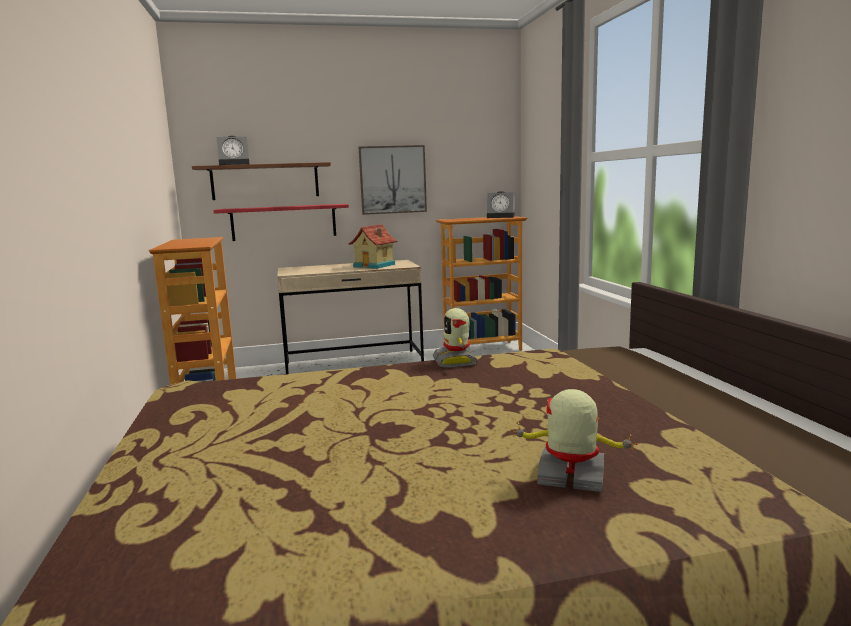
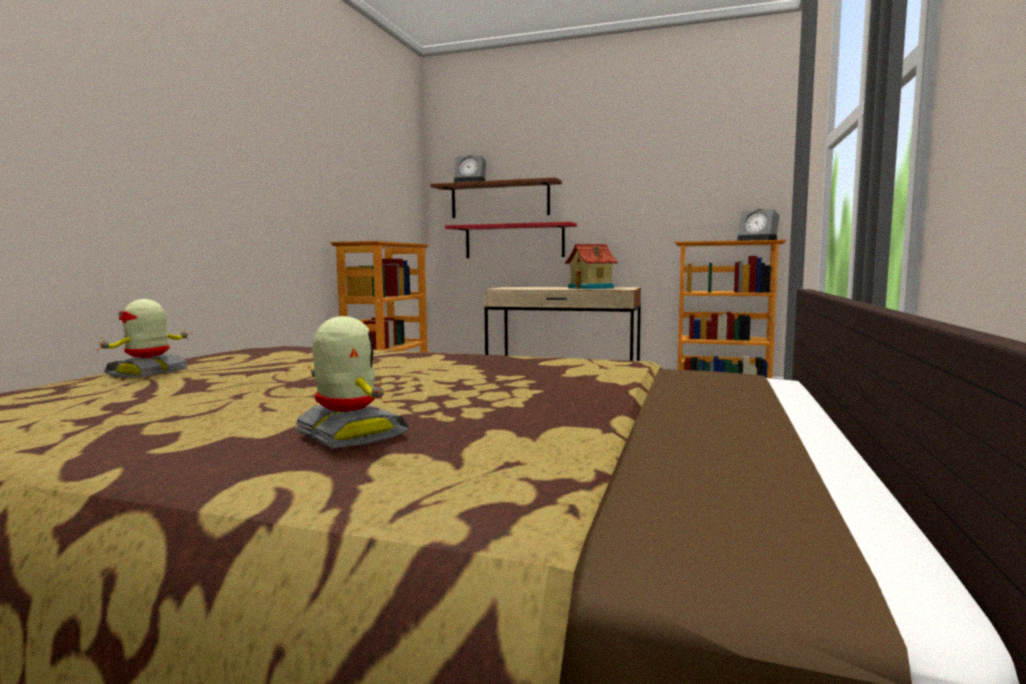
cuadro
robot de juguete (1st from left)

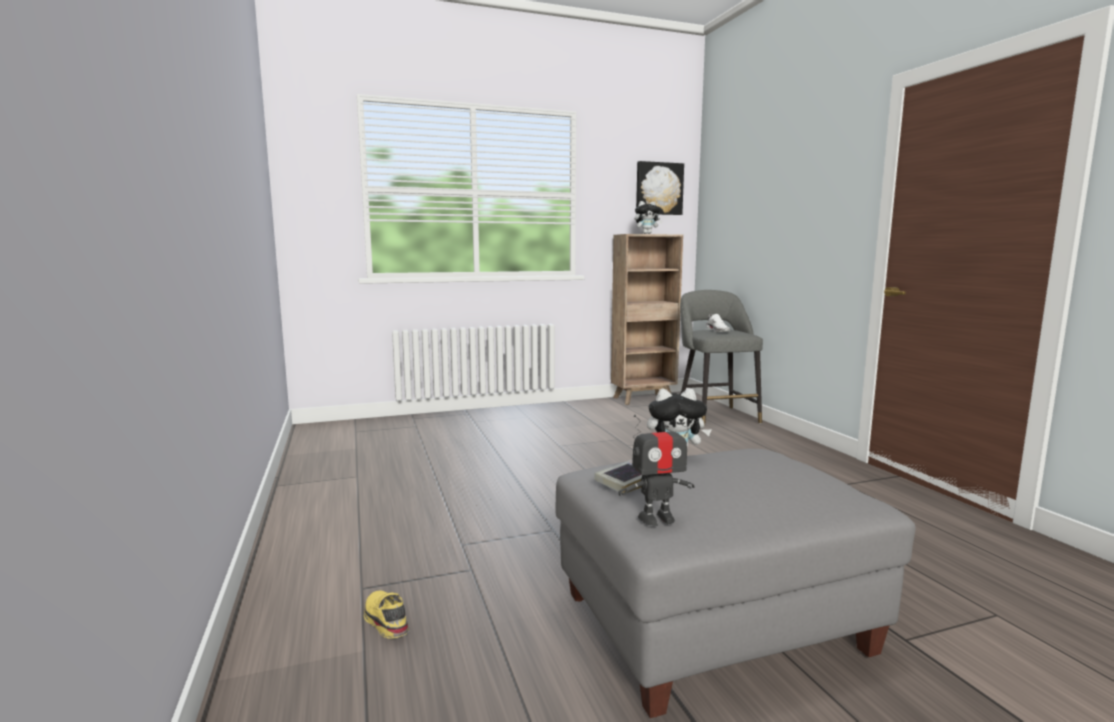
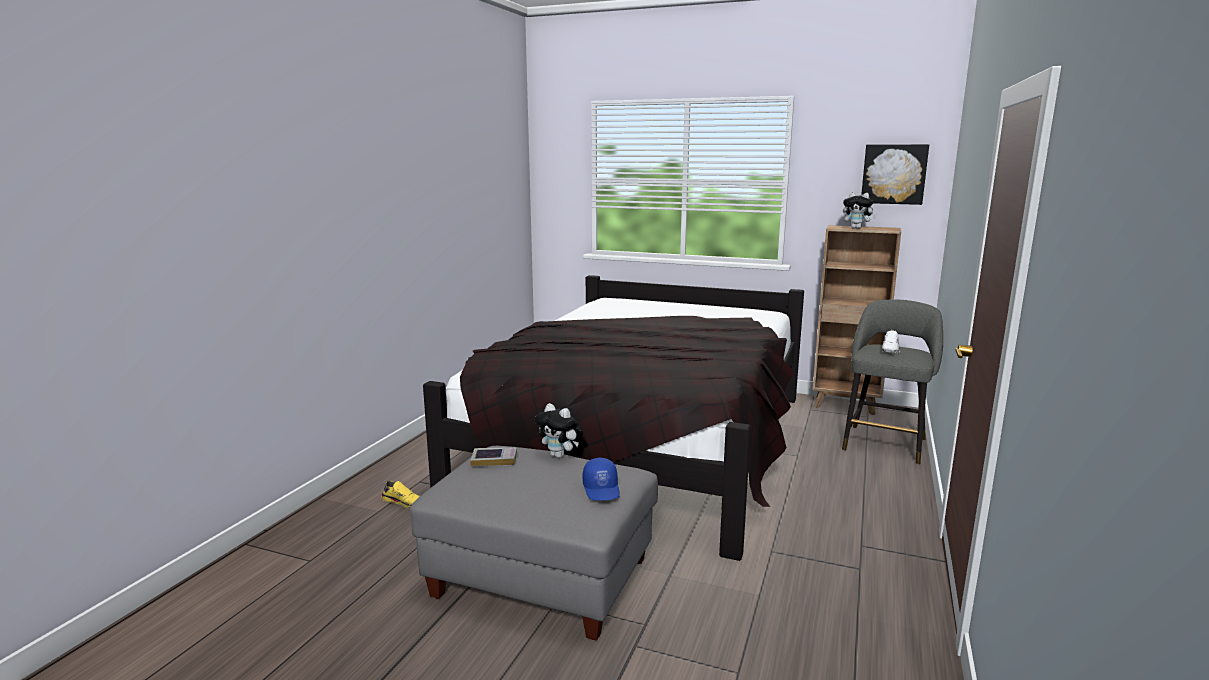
zapato (amarillo)
robot de juguete
cama (negro)
gorra (azul)

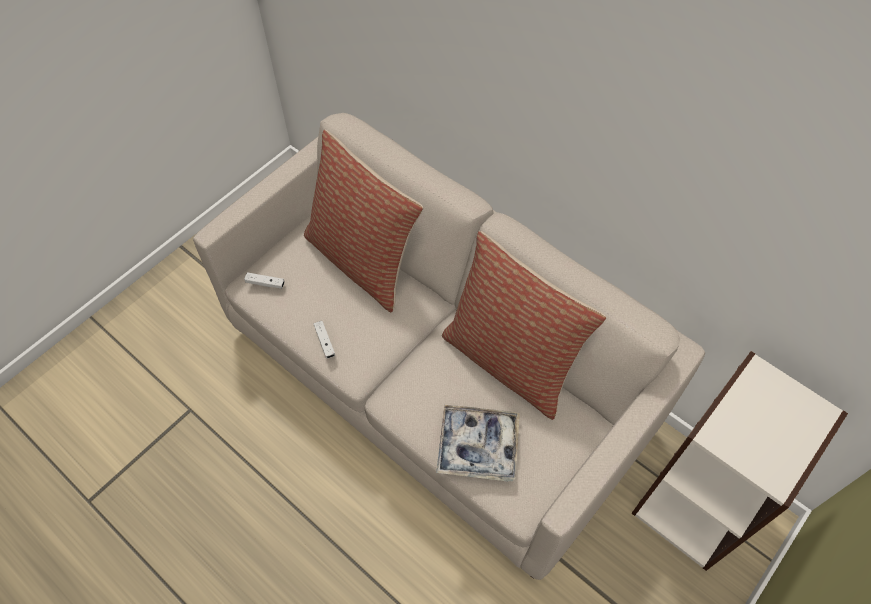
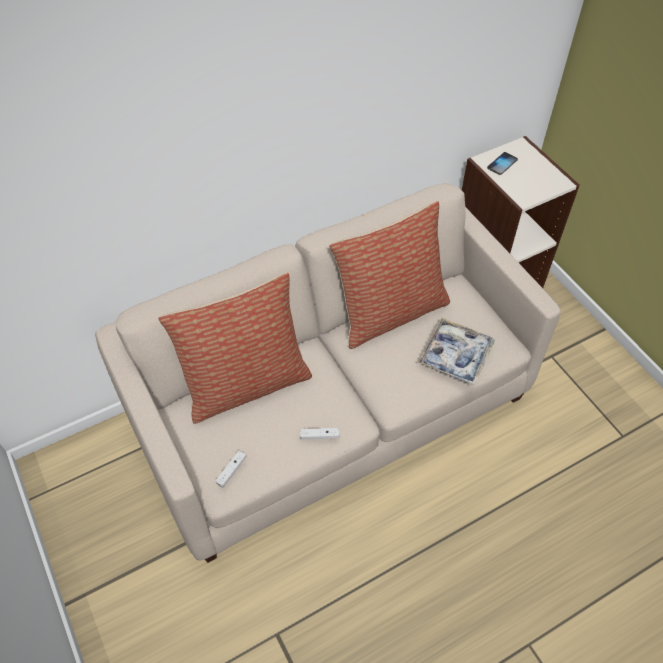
móvil

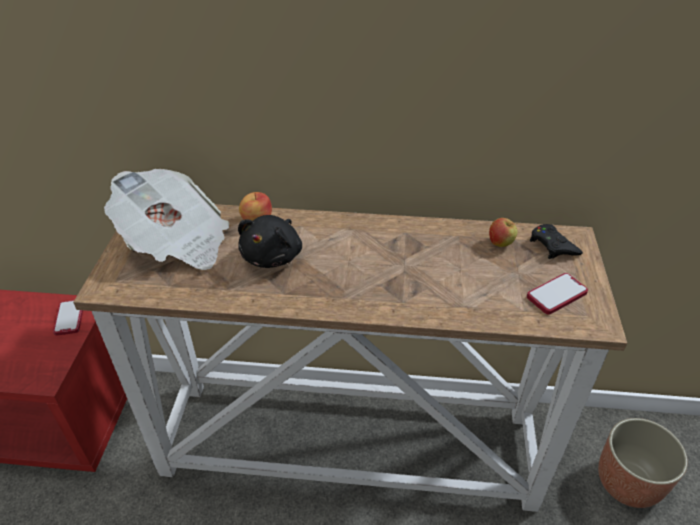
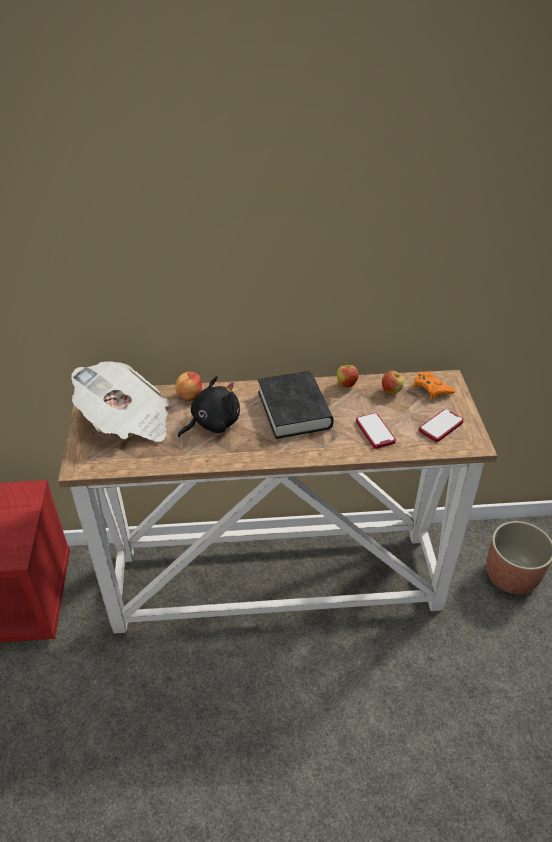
móvil (1st from left)
peluche (negro)
mando de consola (naranja)
libro (negro)
manzana (2nd from left)

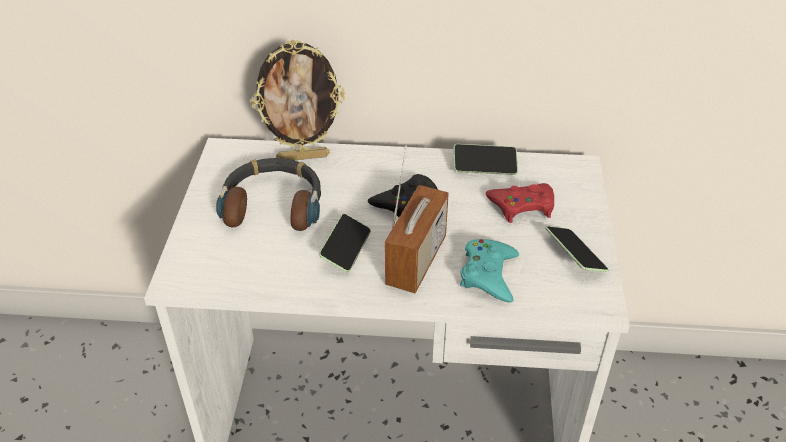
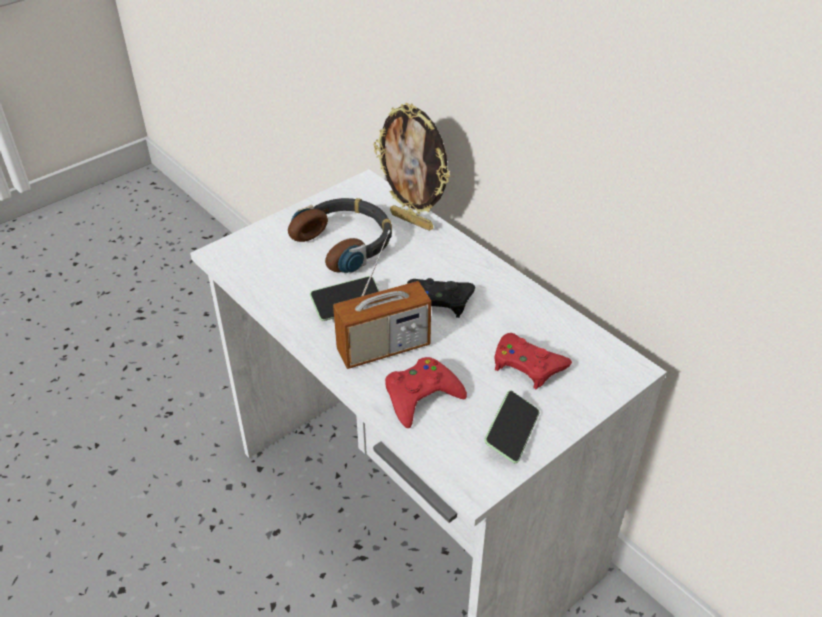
móvil (2nd from left in the first image)
mando de consola (rojo) (1st from left)

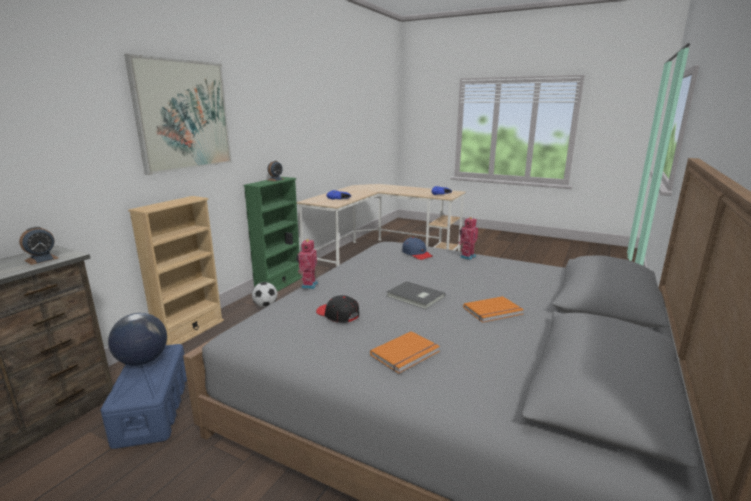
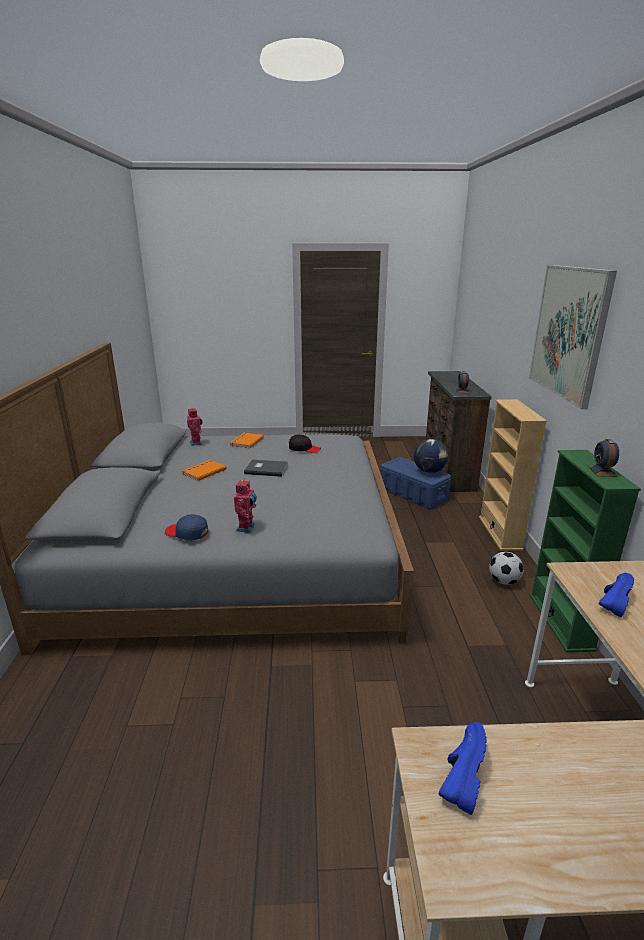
robot de juguete (1st from left)
gorra (azul)

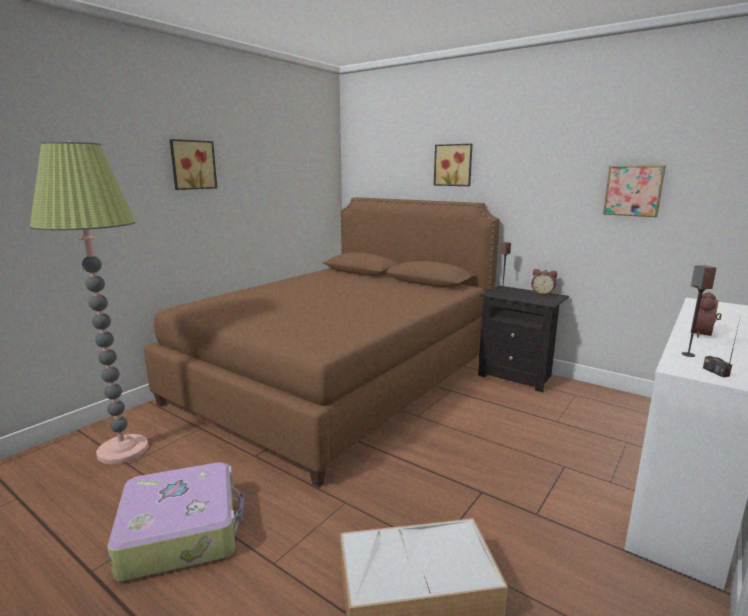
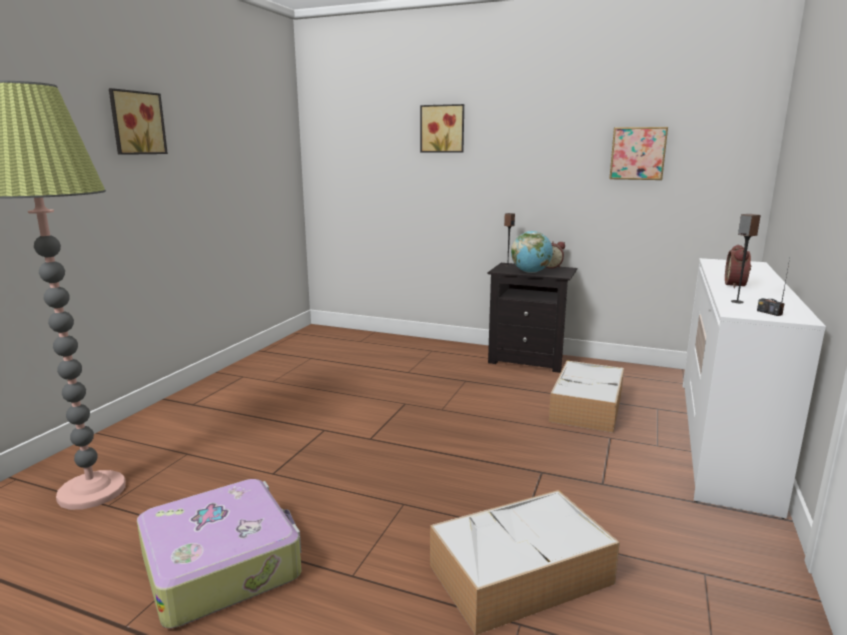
cama (marrón)
globo terráqueo
caja de almacenaje (2nd from left)

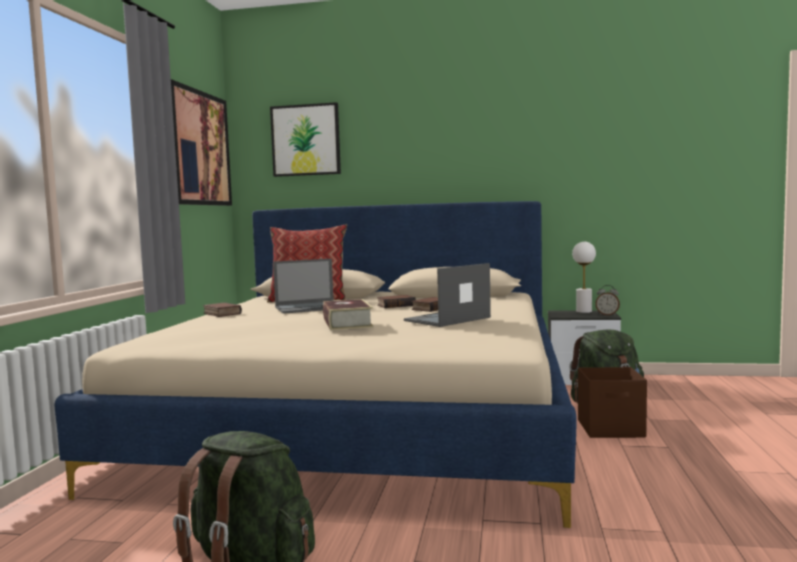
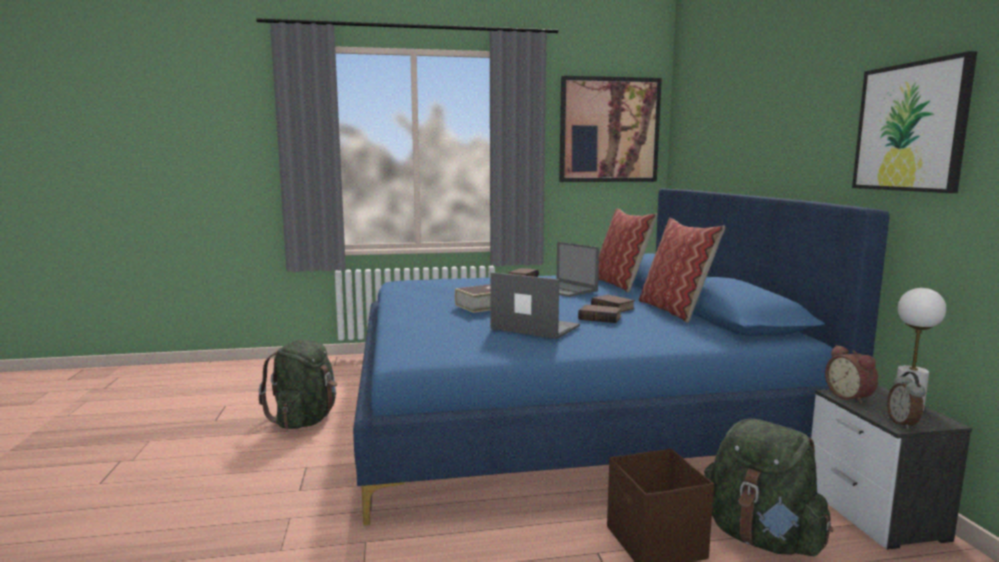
cama (azul)
cuadro (2nd from left)
cojín (2nd from left)
despertador (1st from left)

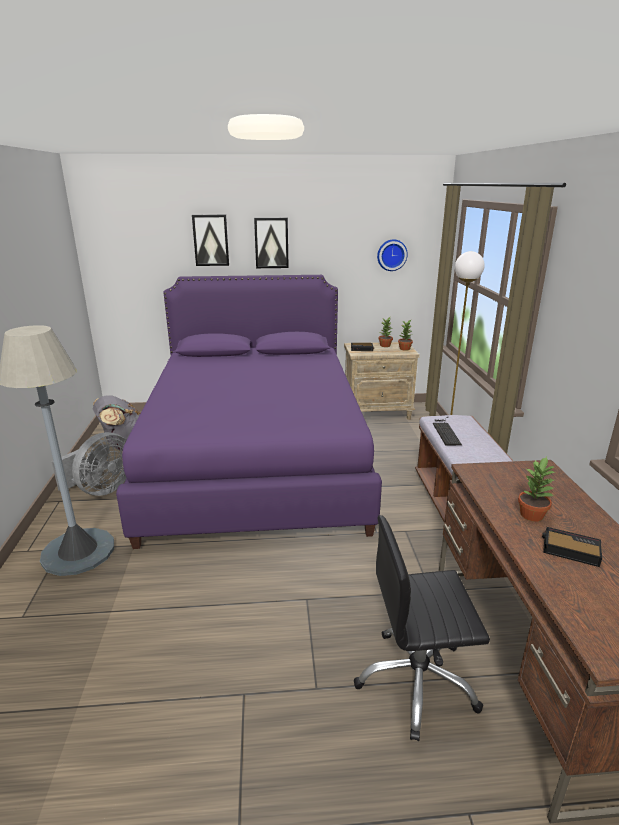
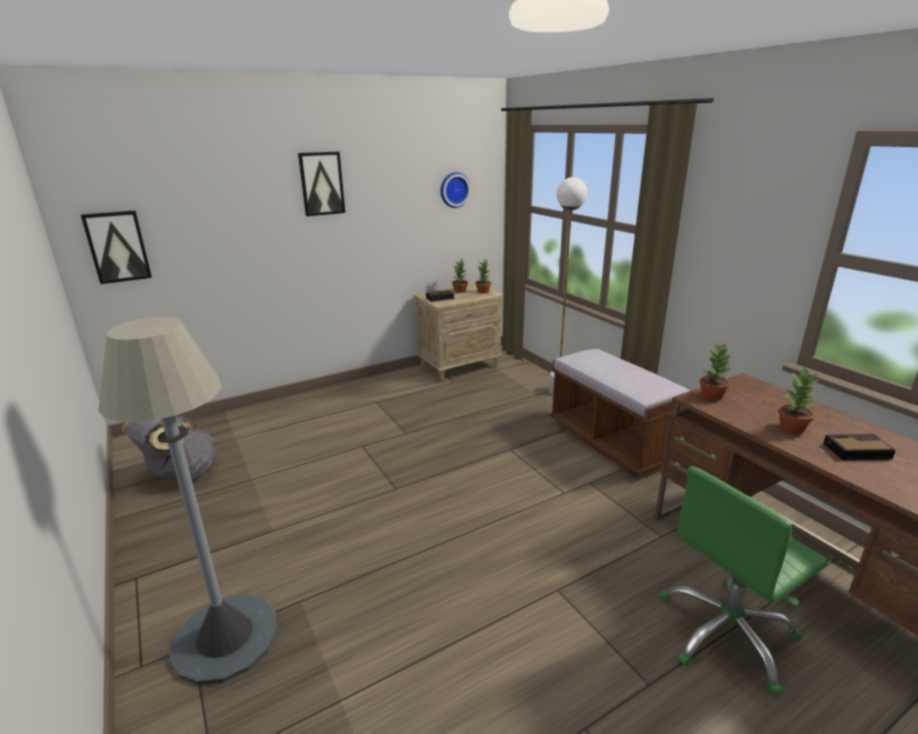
ventilador (gris)
cama (morado)
cuadro (1st from left)
silla de oficina (verde)
teclado
planta en maceta (3rd from left)

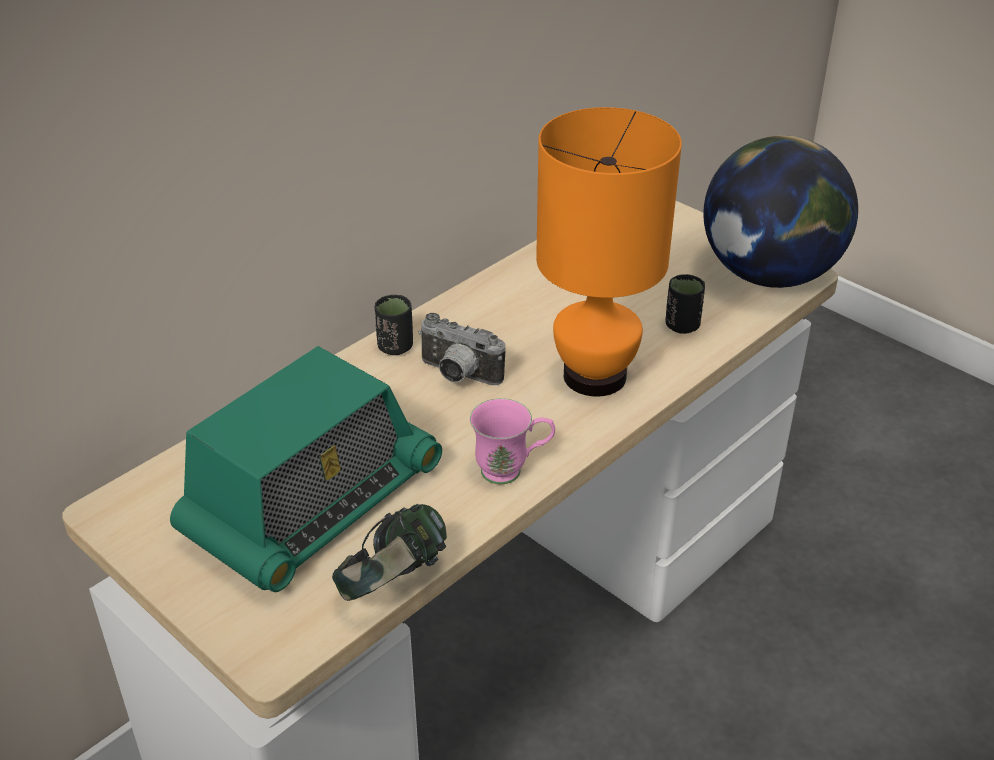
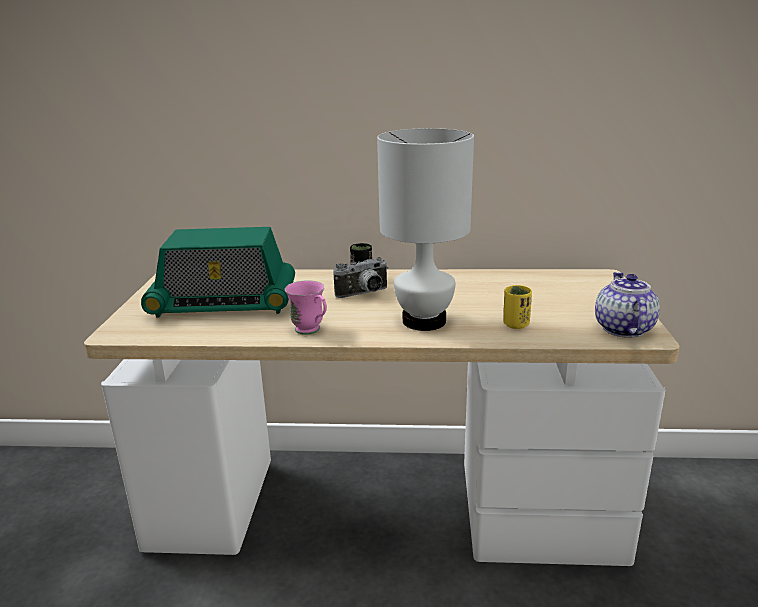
auriculares
cámara
lámpara de mesa (blanco)
taza (amarillo)
tetera

